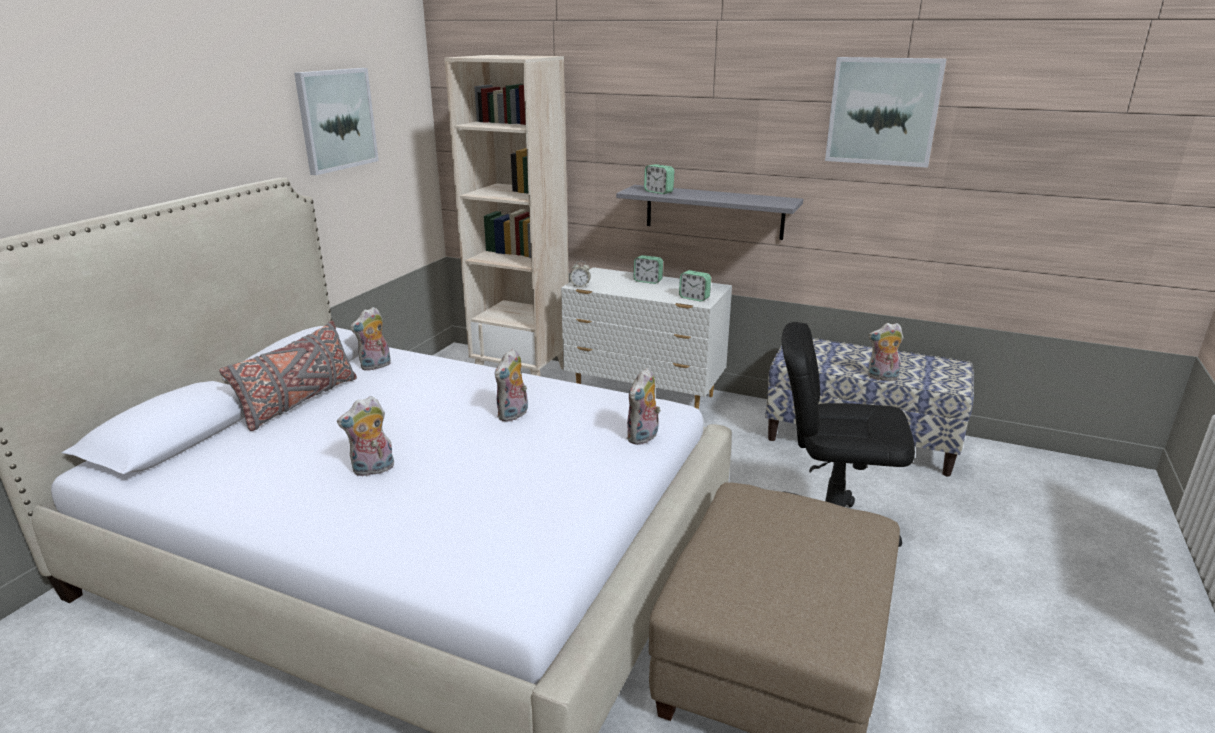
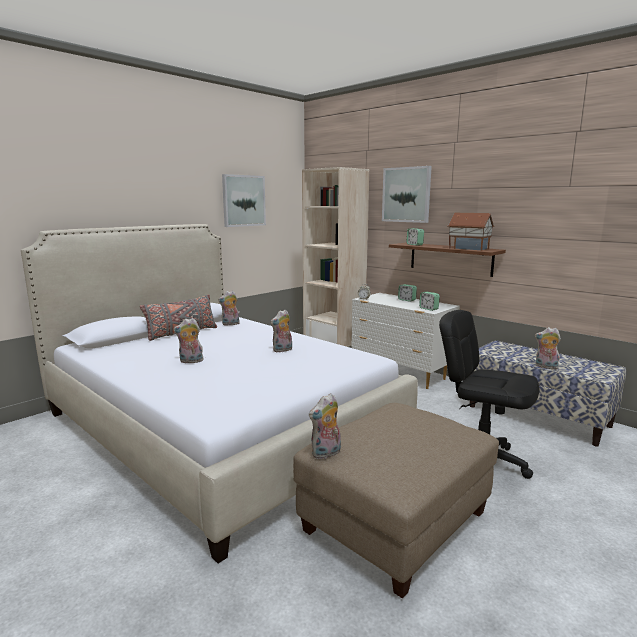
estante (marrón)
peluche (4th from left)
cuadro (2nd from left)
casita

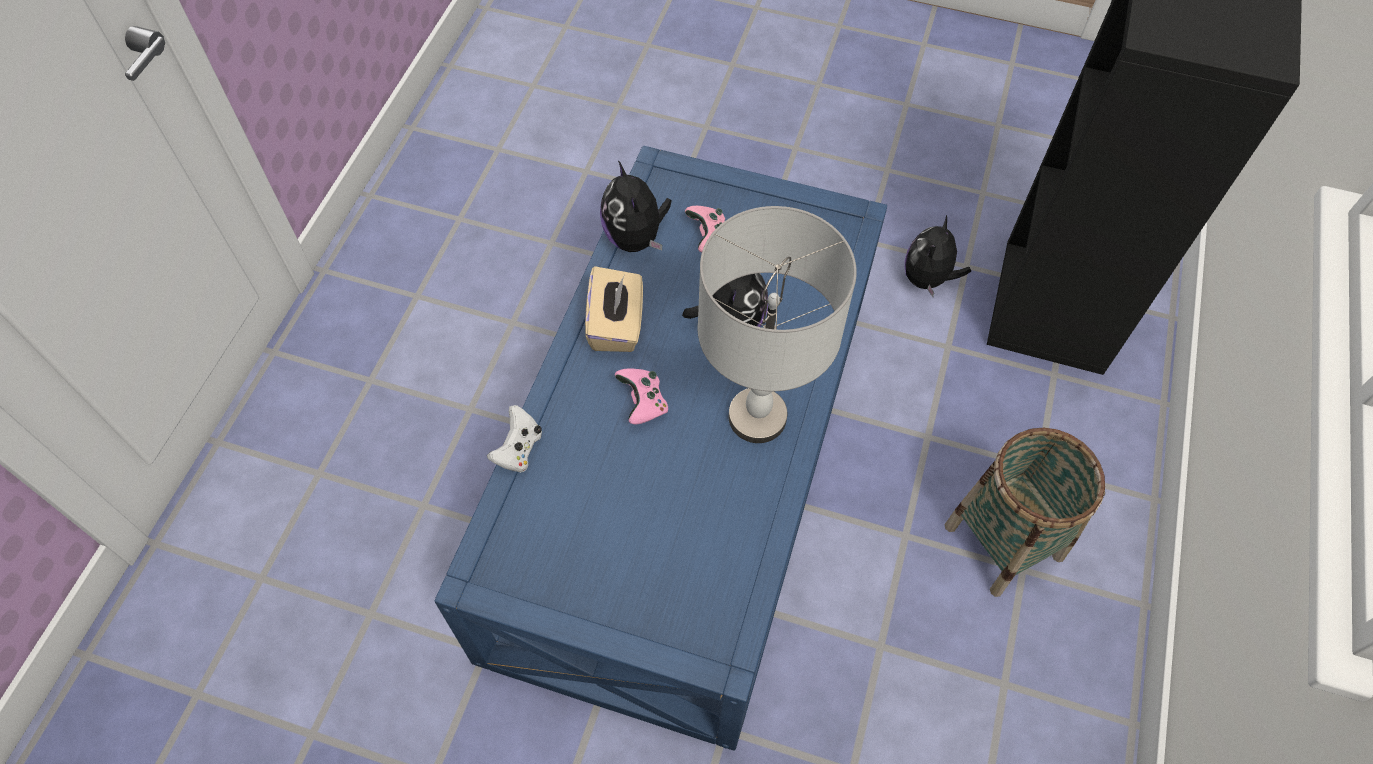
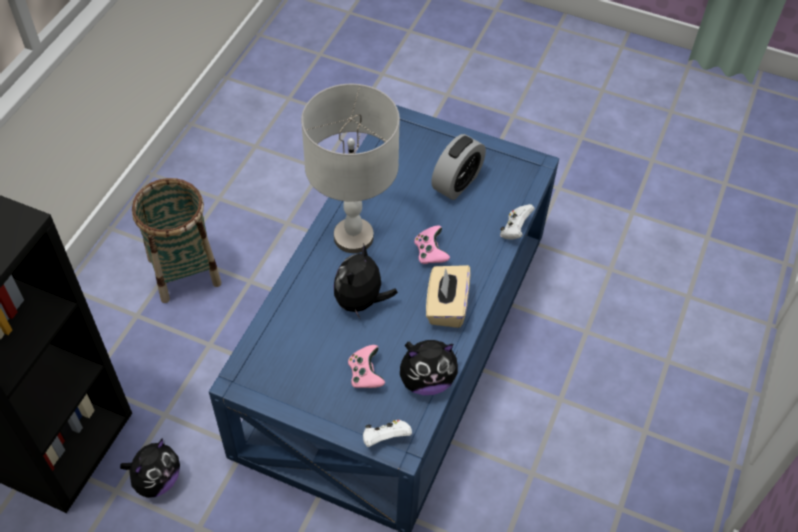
peluche (3rd from left)
mando de consola (blanco) (1st from left)
despertador

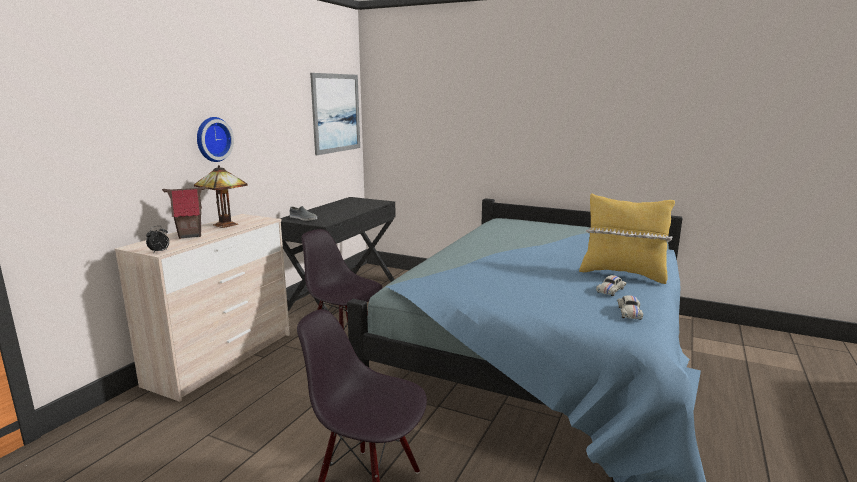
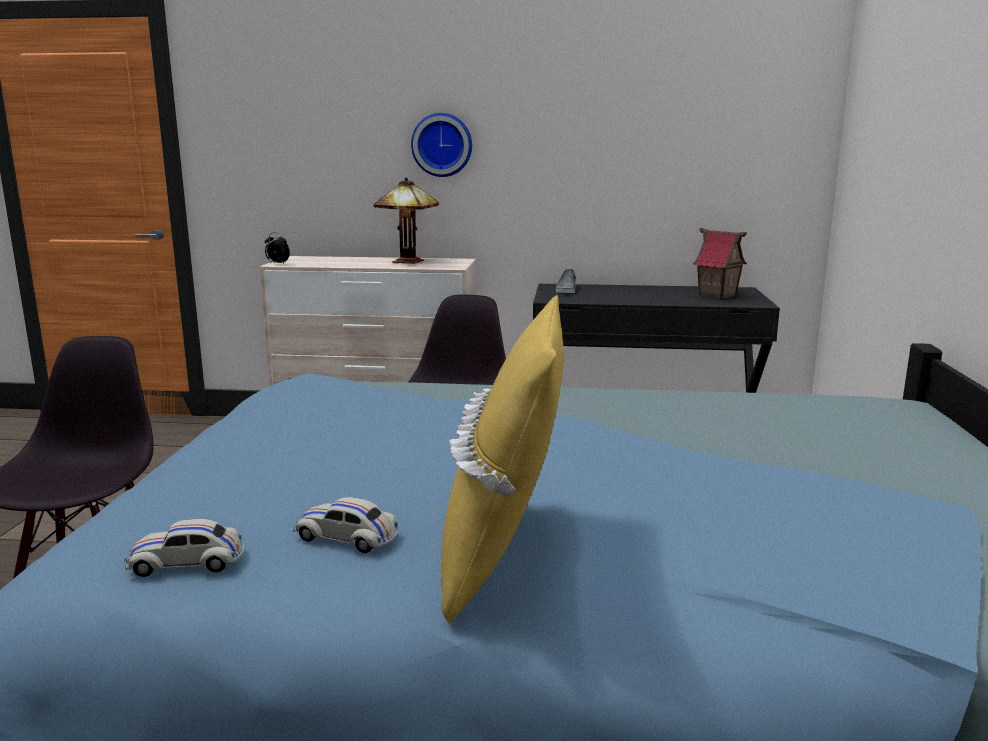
casita
cuadro

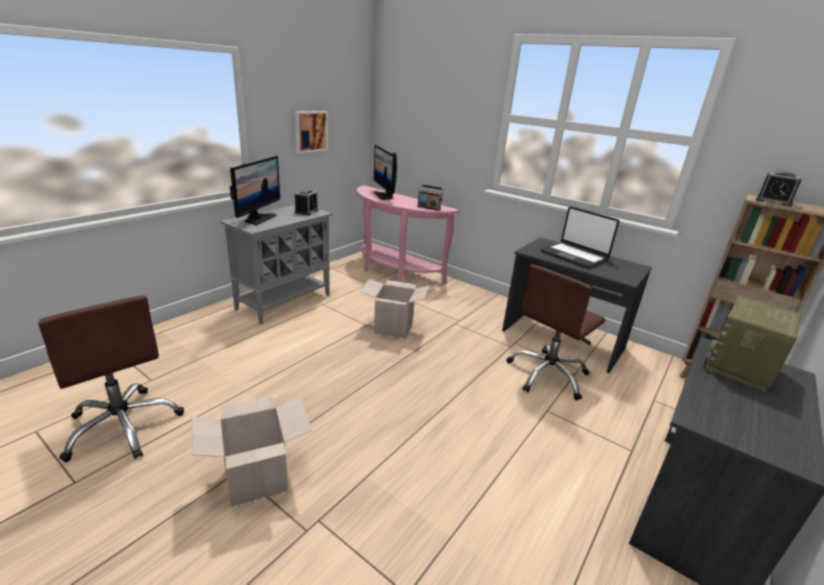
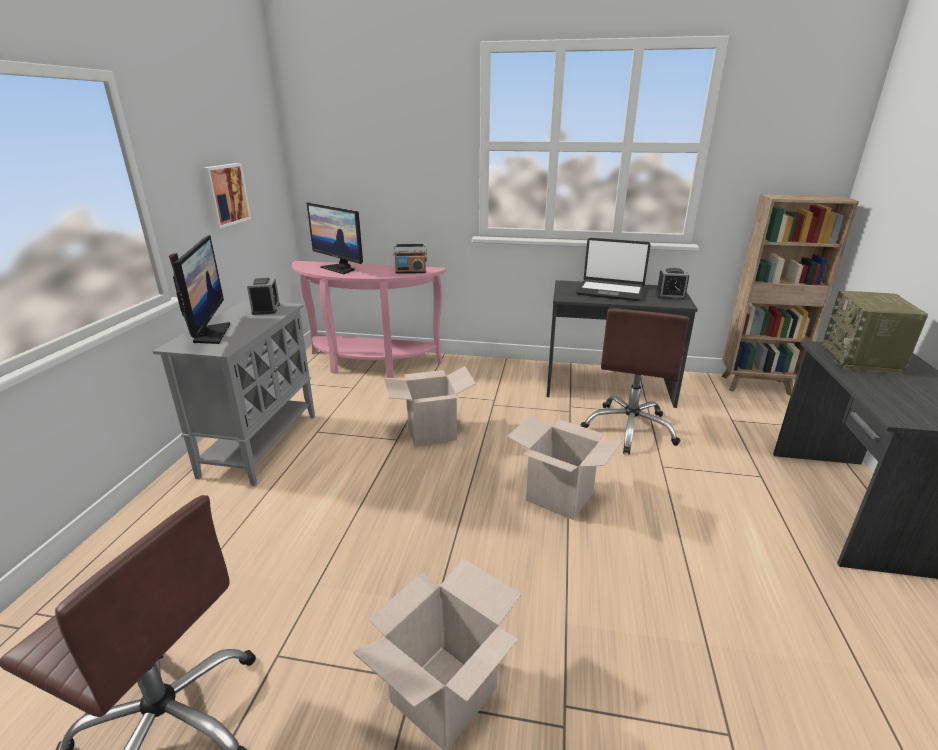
despertador (2nd from left)
caja de cartón (3rd from left)

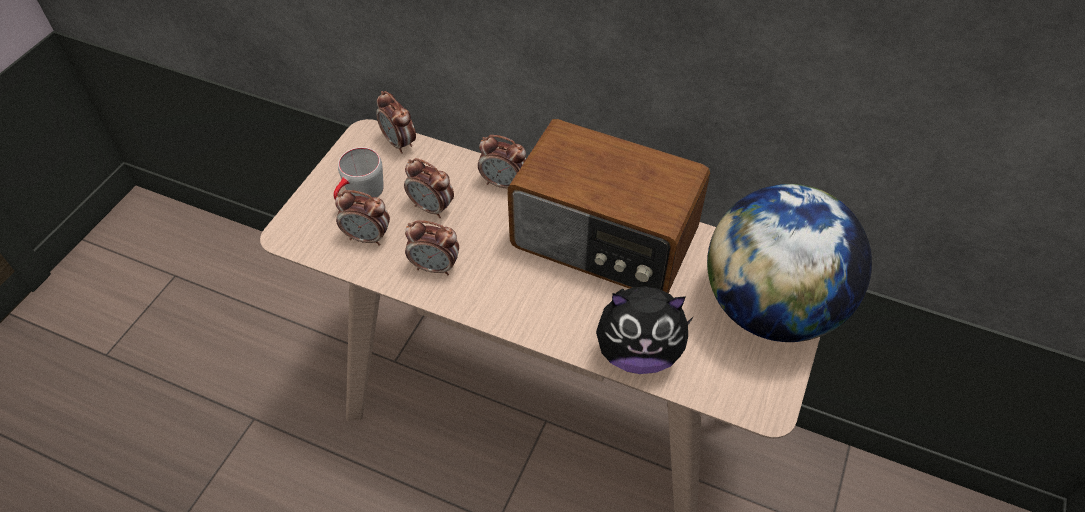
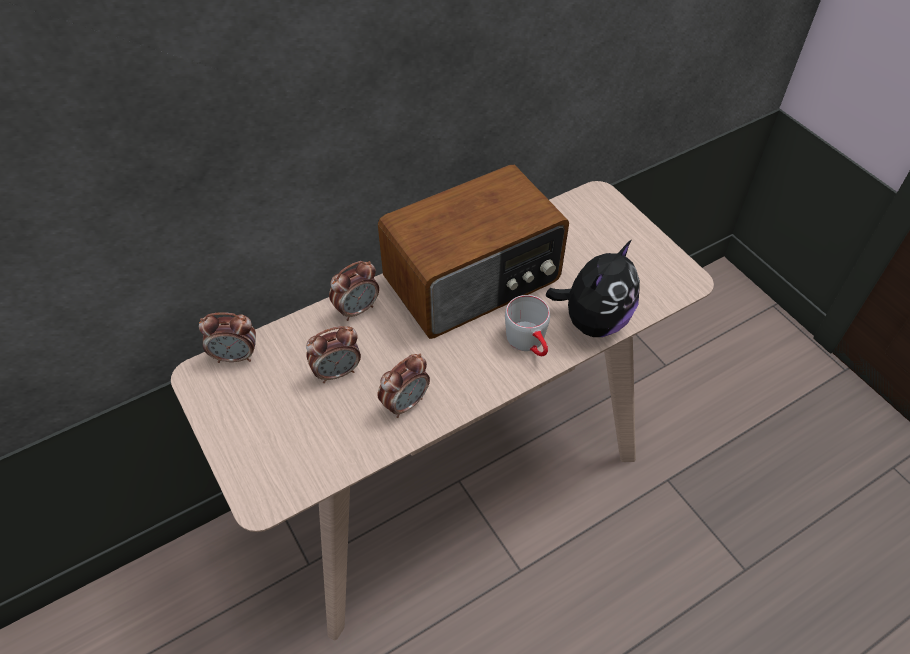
taza grande (gris)
despertador (1st from left in the first image)
globo terráqueo

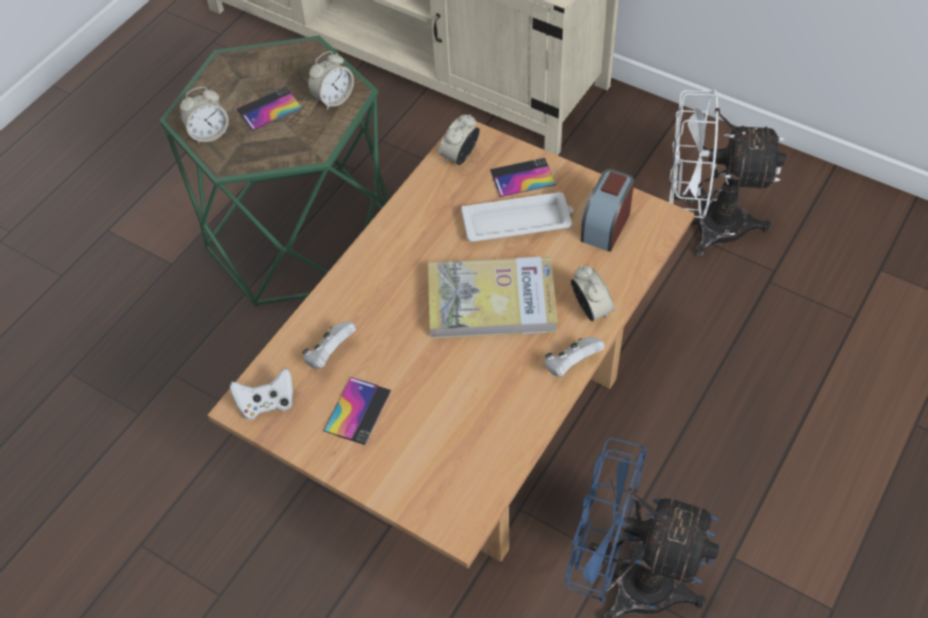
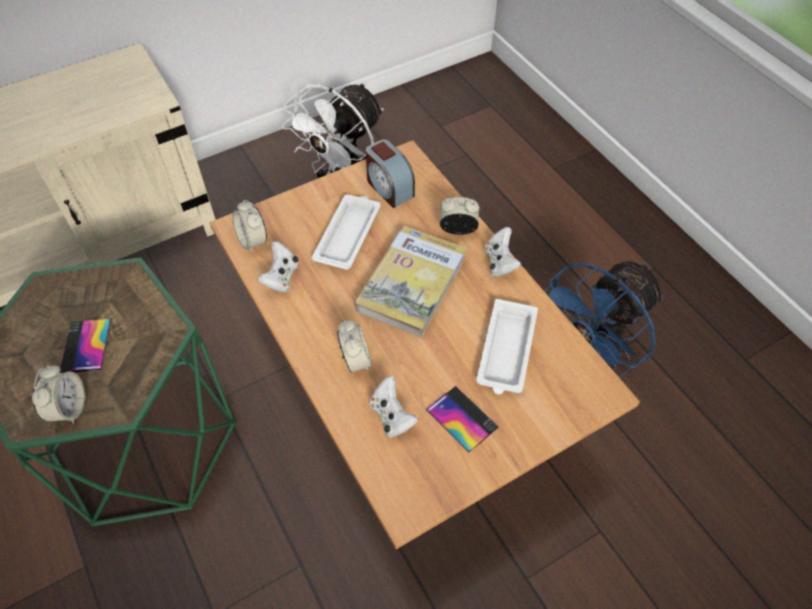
mando de consola (blanco) (1st from left)
despertador (3rd from left)
móvil (3rd from left in the first image)
bandeja (blanco) (2nd from left)

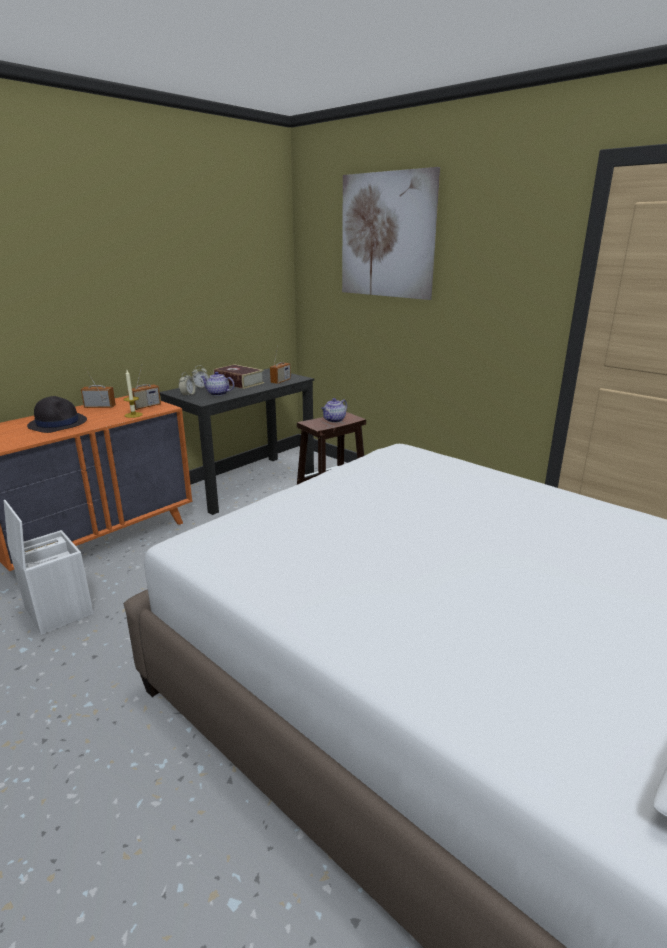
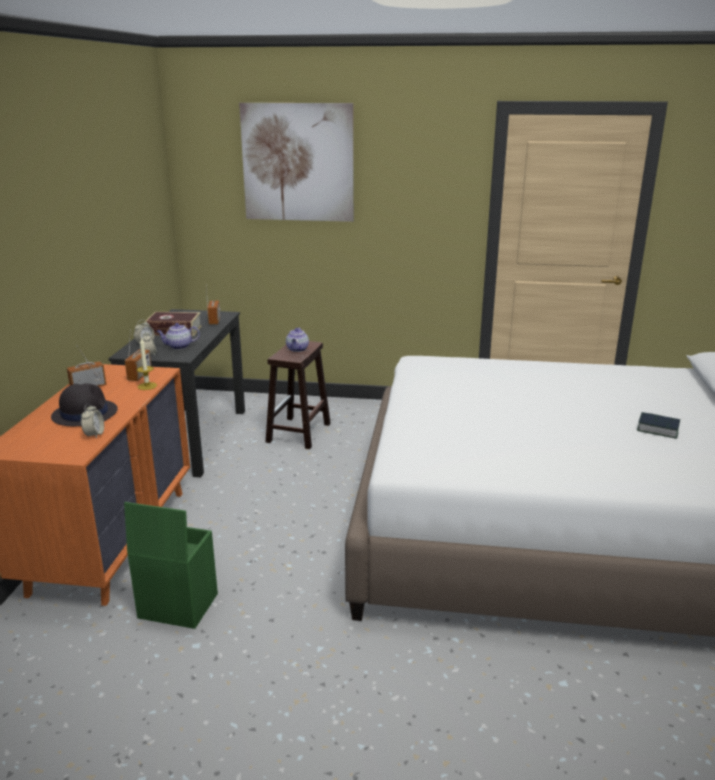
caja de almacenaje (verde)
despertador (1st from left)
libro (2nd from left)

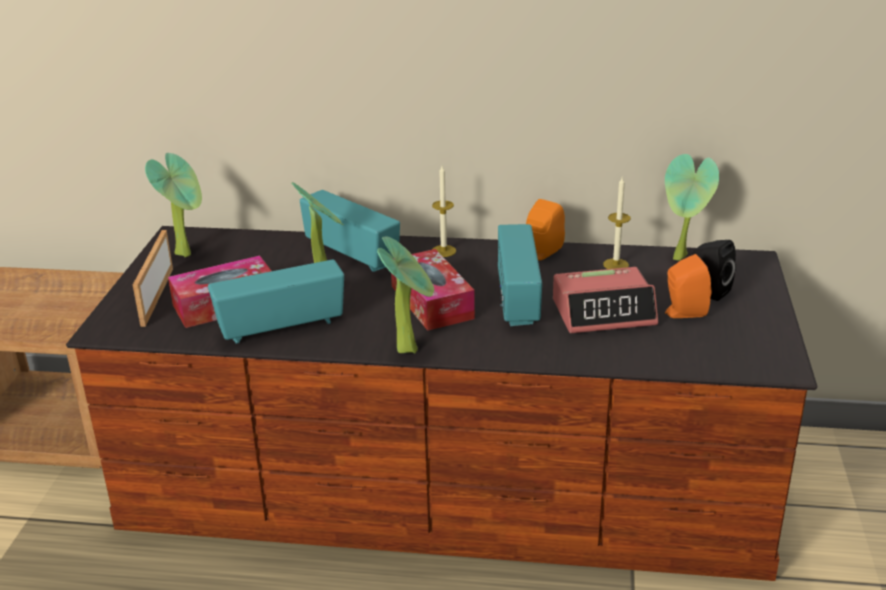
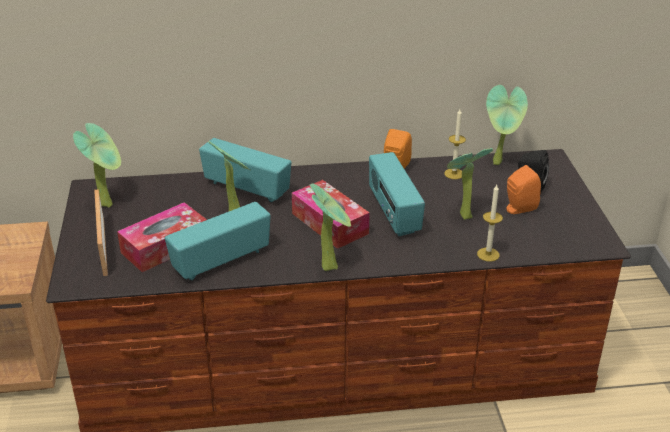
vela (2nd from left)
planta en maceta (4th from left)

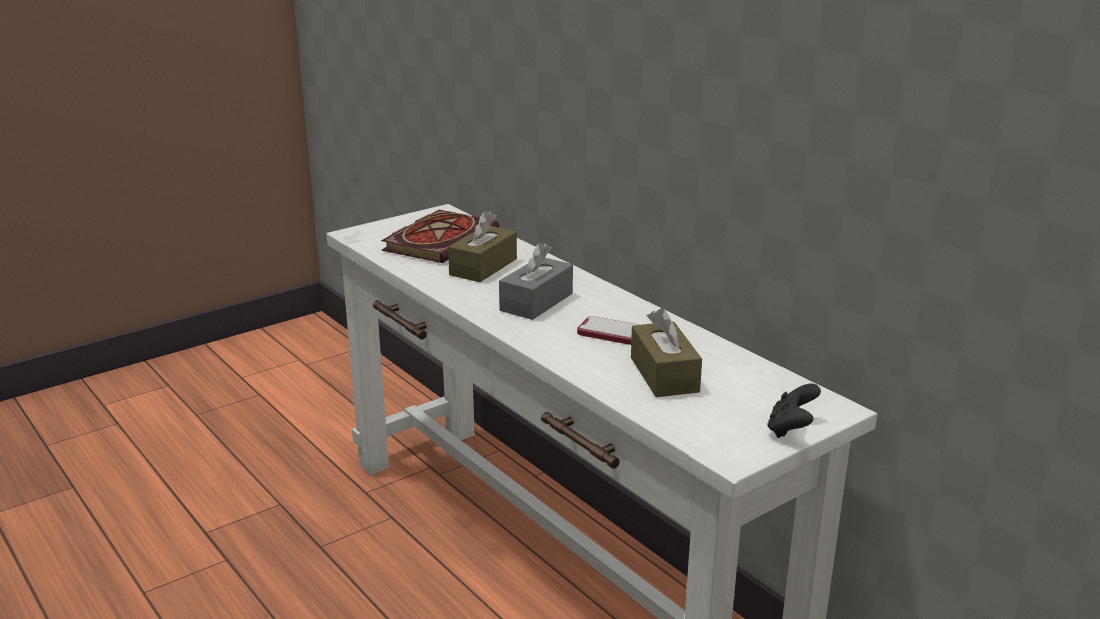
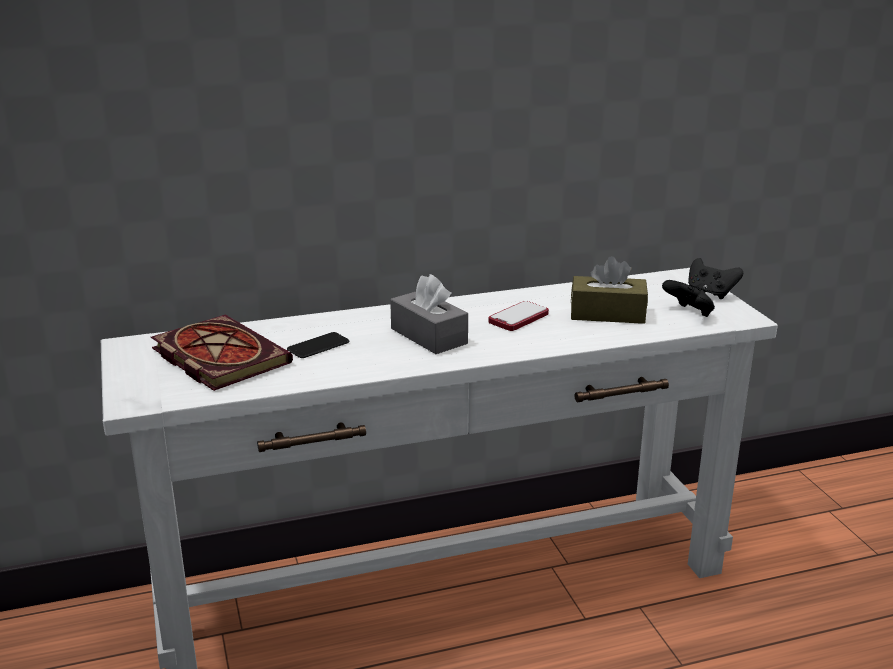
móvil (1st from left)
mando de consola (negro) (1st from left)

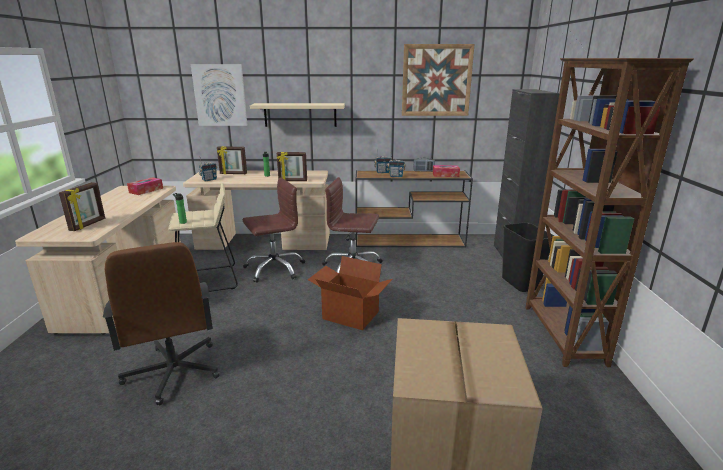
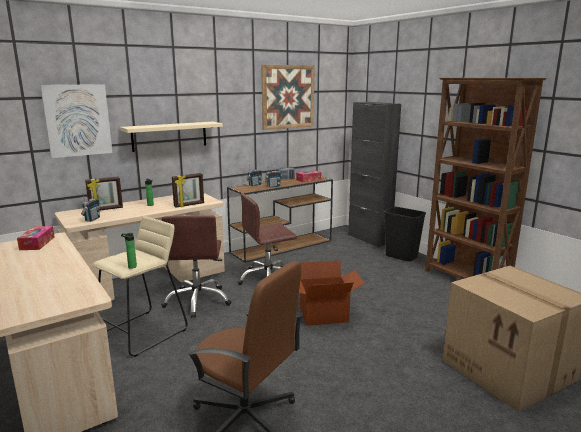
portarretratos (1st from left in the first image)
silla de oficina (marrón) (1st from left)

